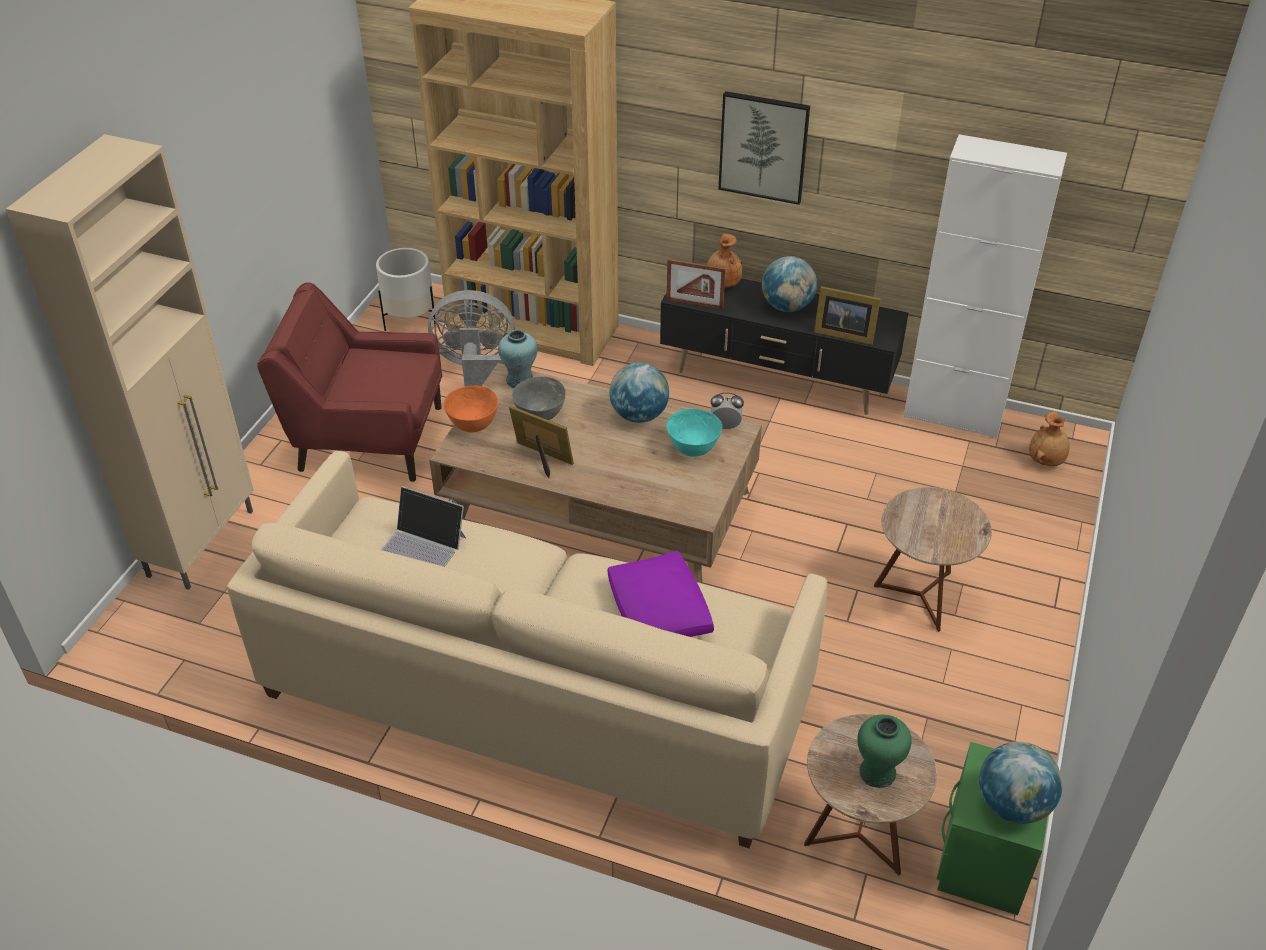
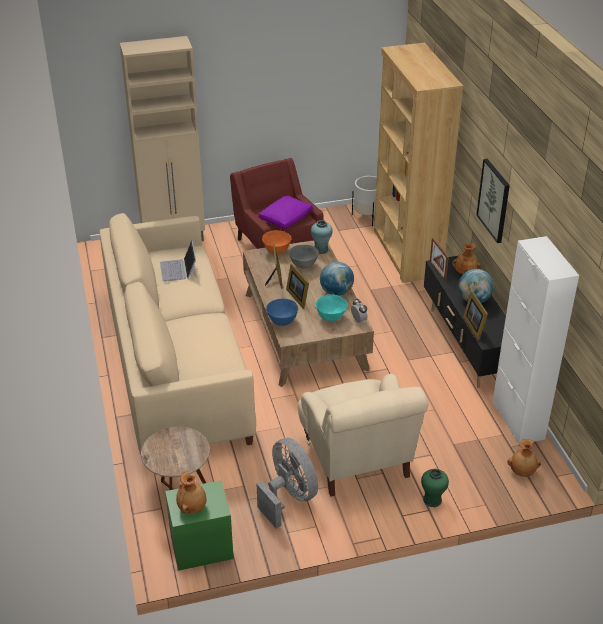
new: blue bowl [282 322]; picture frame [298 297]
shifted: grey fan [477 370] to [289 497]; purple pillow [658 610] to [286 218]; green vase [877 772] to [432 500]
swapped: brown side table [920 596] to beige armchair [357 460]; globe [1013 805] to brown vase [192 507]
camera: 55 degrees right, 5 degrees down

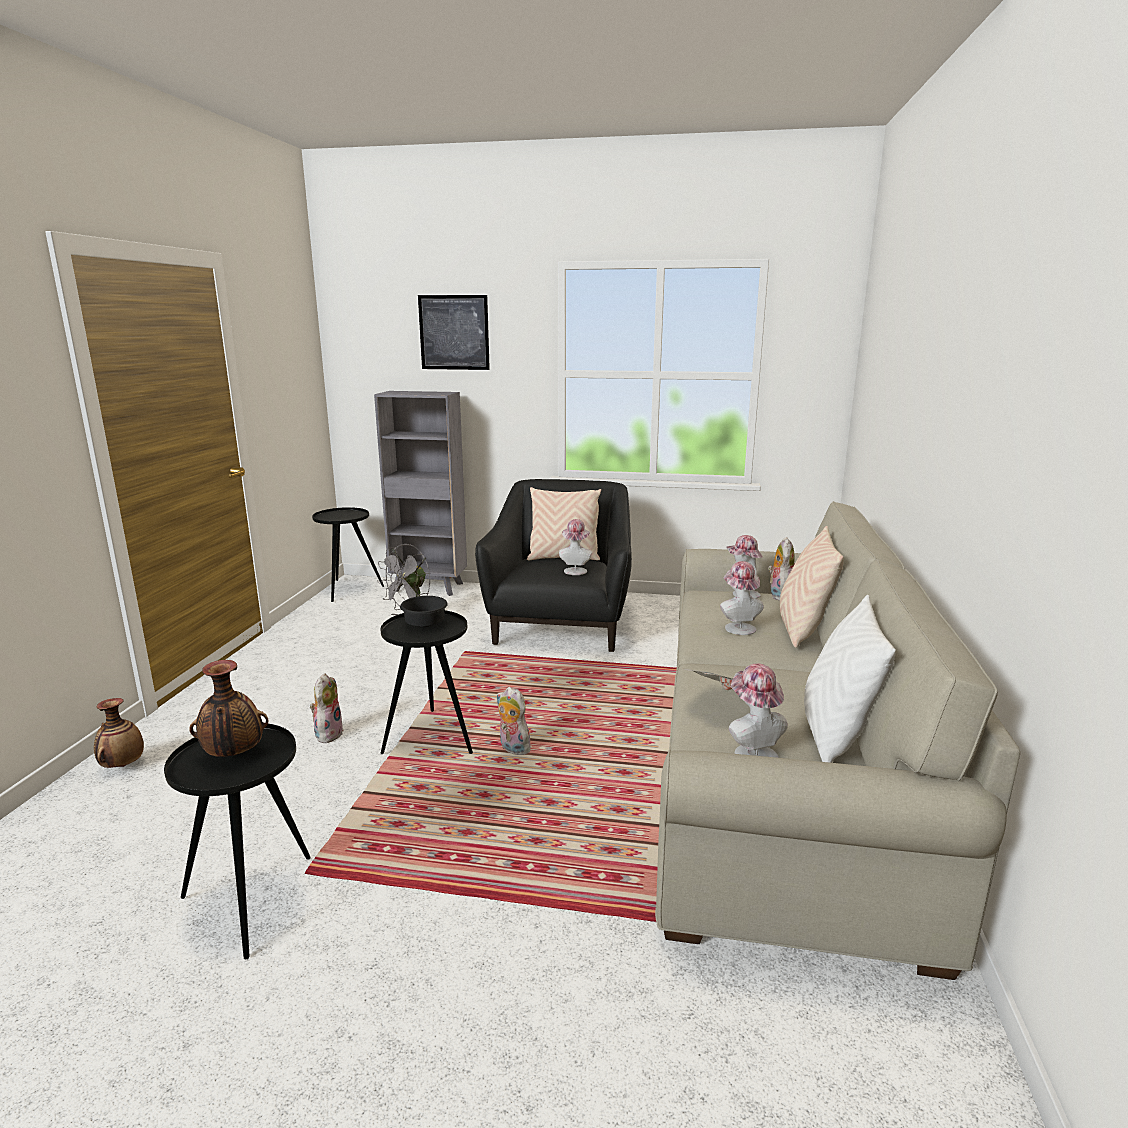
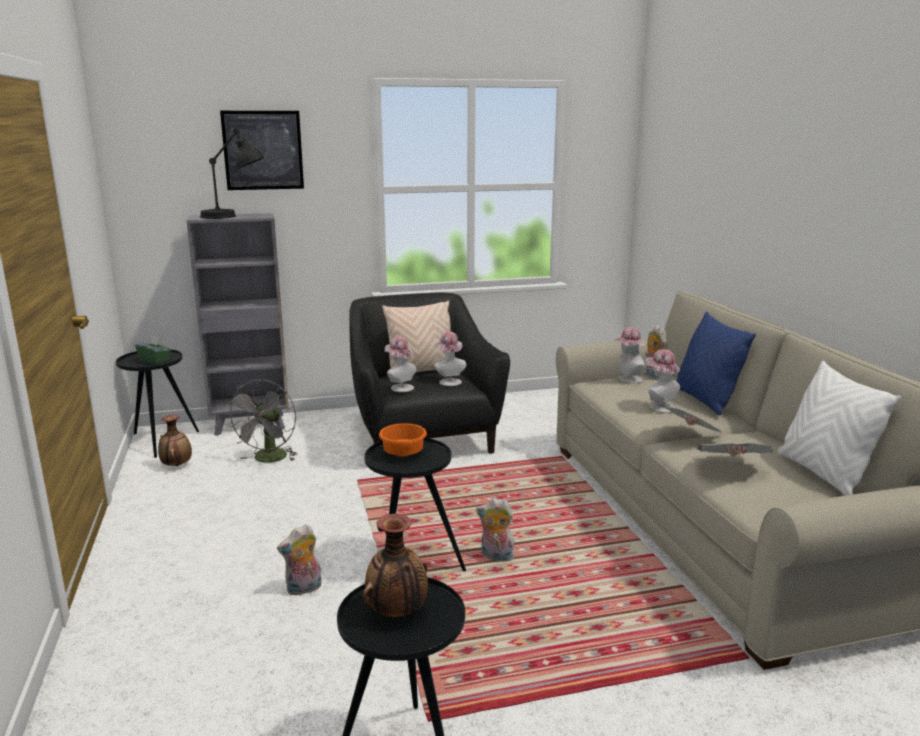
new: green tissue box [155 361]; black table lamp [234 216]; newspaper [691 436]
shifted: vase [122 765] to [176 465]; hat [752 753] to [400 387]
repainted: black bowl [426 624] to orange bowl [404 453]; beige pillow [802 629] to blue pillow [705 400]
rotated: plush toy [328 733] = [304 589] 105 degrees counterclockwise
camera: 25 degrees left, 0 degrees up

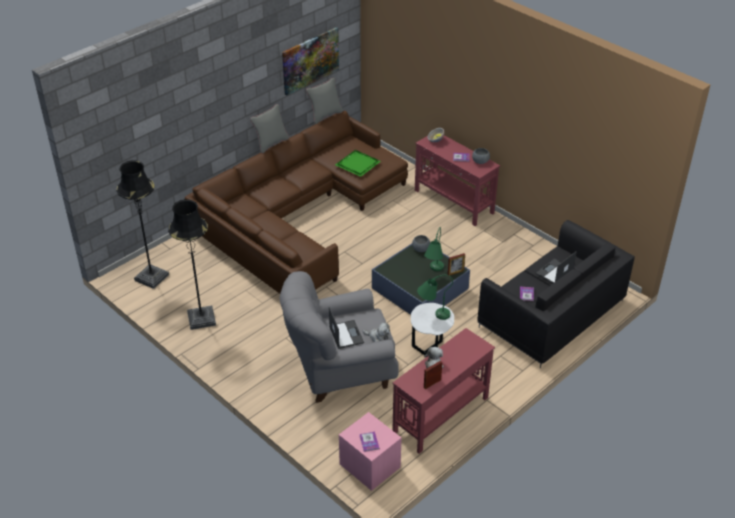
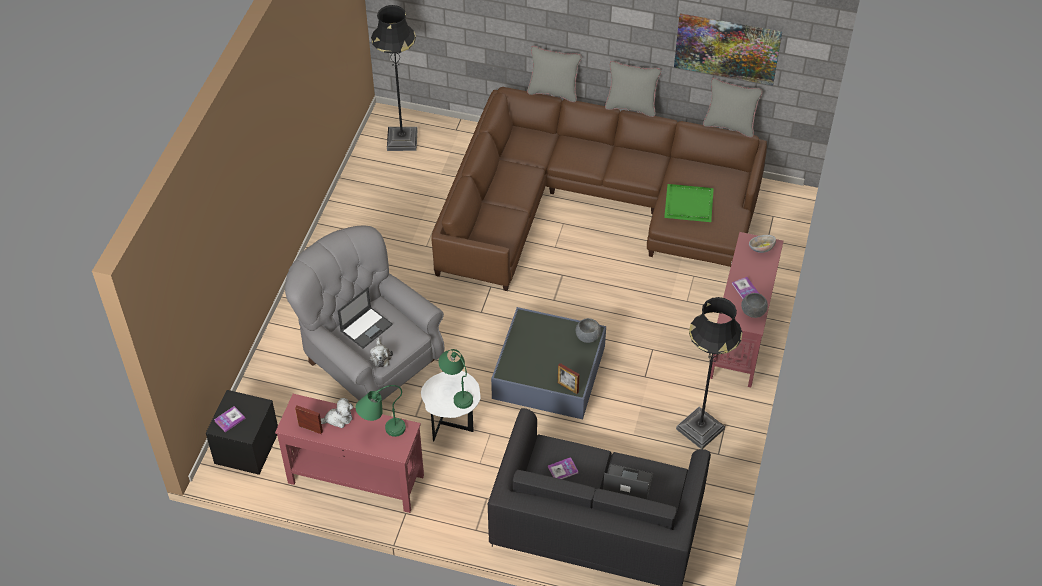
new: grey pillow [553 92]
shifted: black floor lamp [201 319] to [700 429]; green table lamp [434 272] to [381 430]
repainted: pink nightstand [370 466] to black nightstand [247 448]
camera: 60 degrees right, 10 degrees up

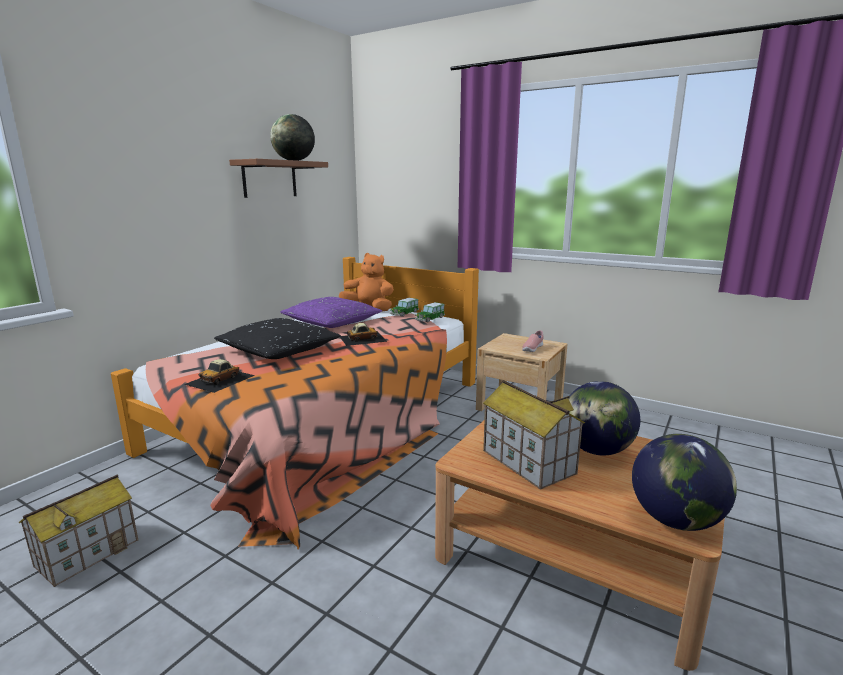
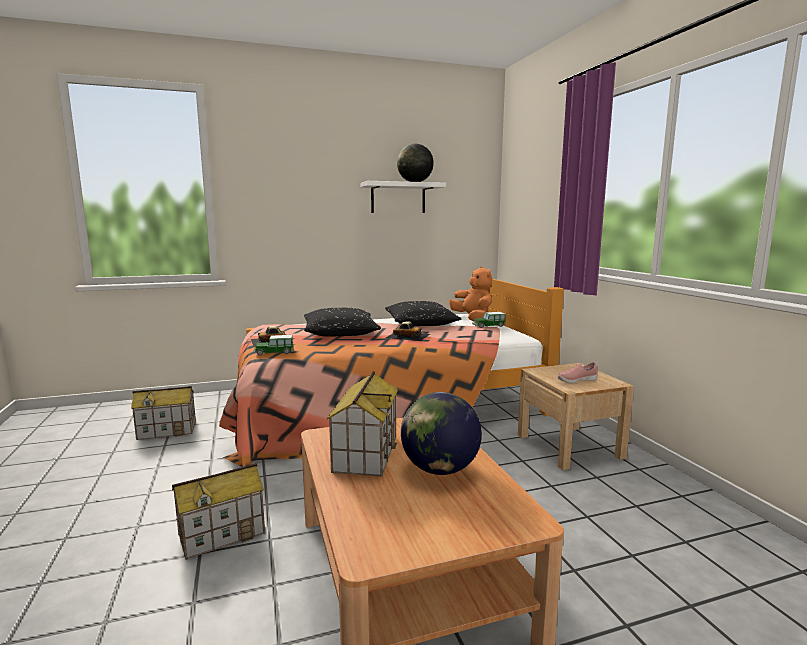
gone: globe [675 520]
new: toy house [222 533]
shifted: toy car [430 319] to [273 353]
repainted: brown shelf [269 179] to white shelf [398 198]; purple pillow [331 322] to black pillow [420 323]
camera: 40 degrees right, 5 degrees down

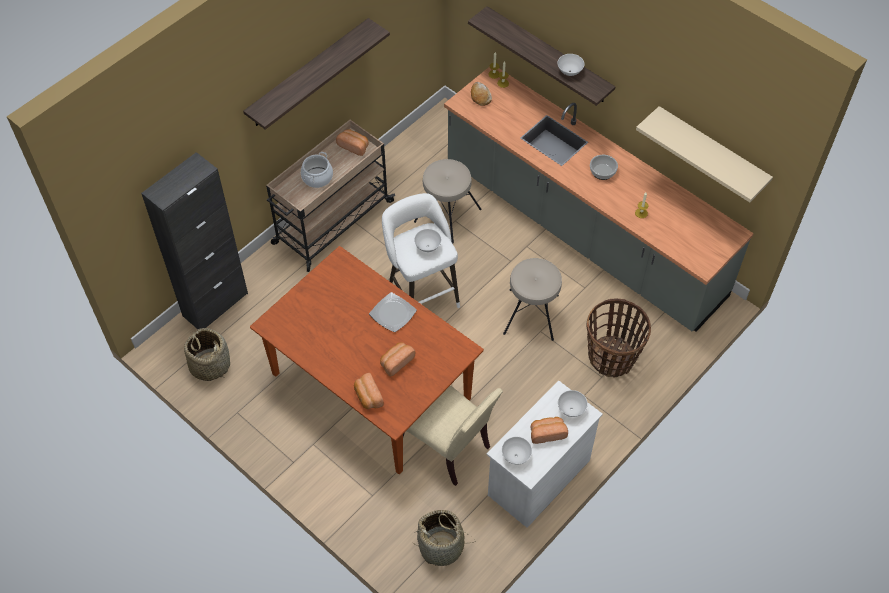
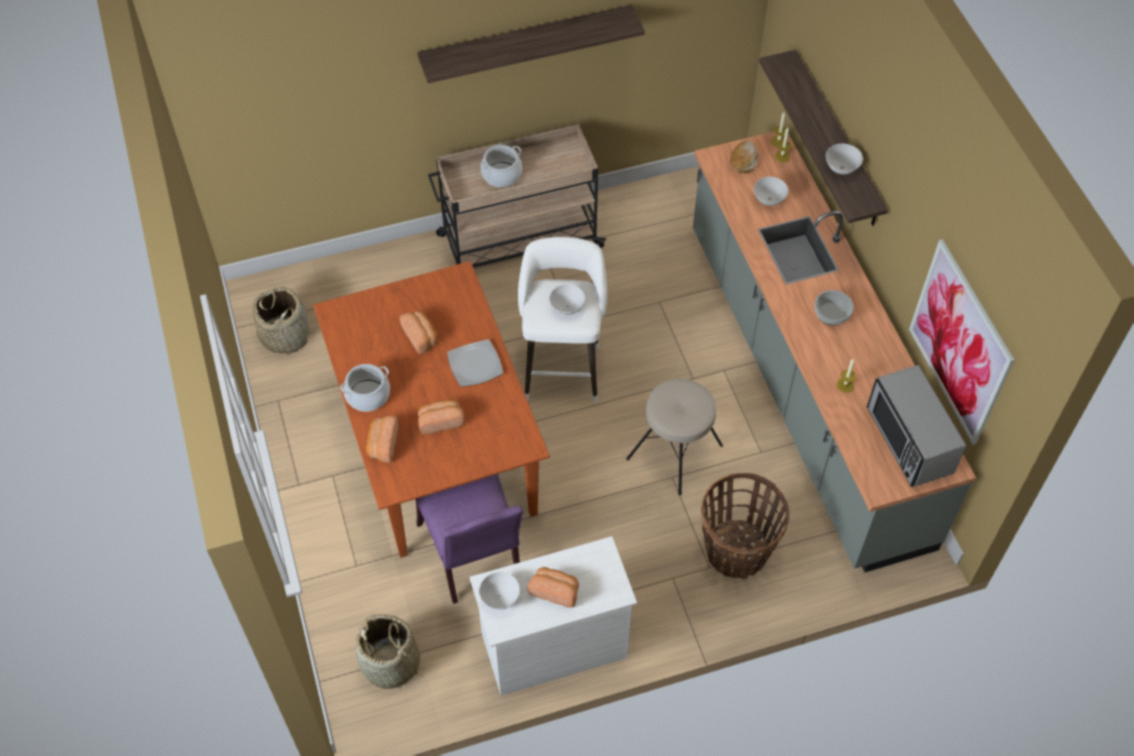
gone: black cabinet [215 304]; beige stool [447 215]
new: cooking pot [367 395]; microwave [909 440]
shifted: bread [354 146] to [421 337]; white bowl [571 410] to [769 200]
swapped: beige shelf [712 151] to picture [959 343]
repainted: beige chair [447 447] to purple chair [474 555]
camera: 30 degrees right, 0 degrees up

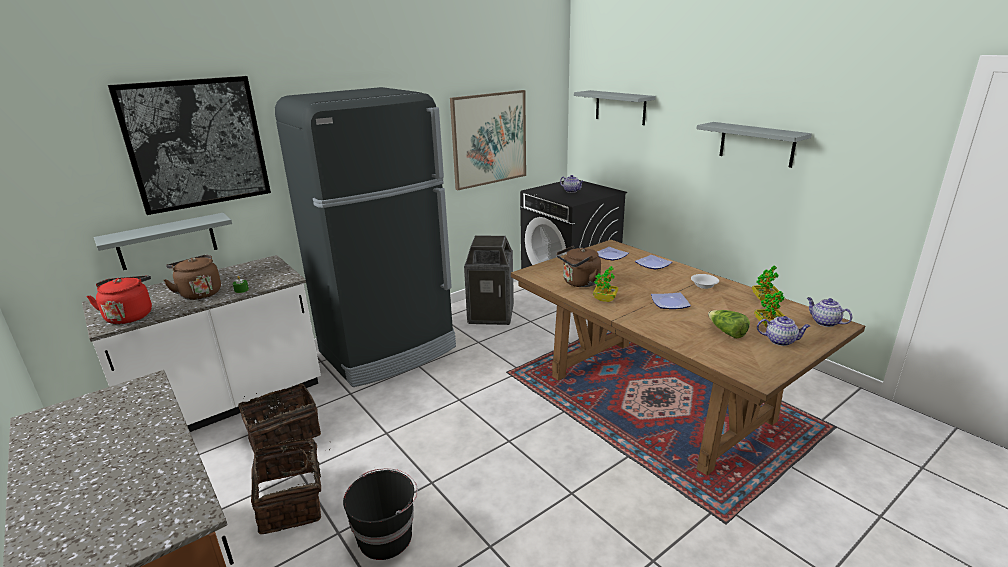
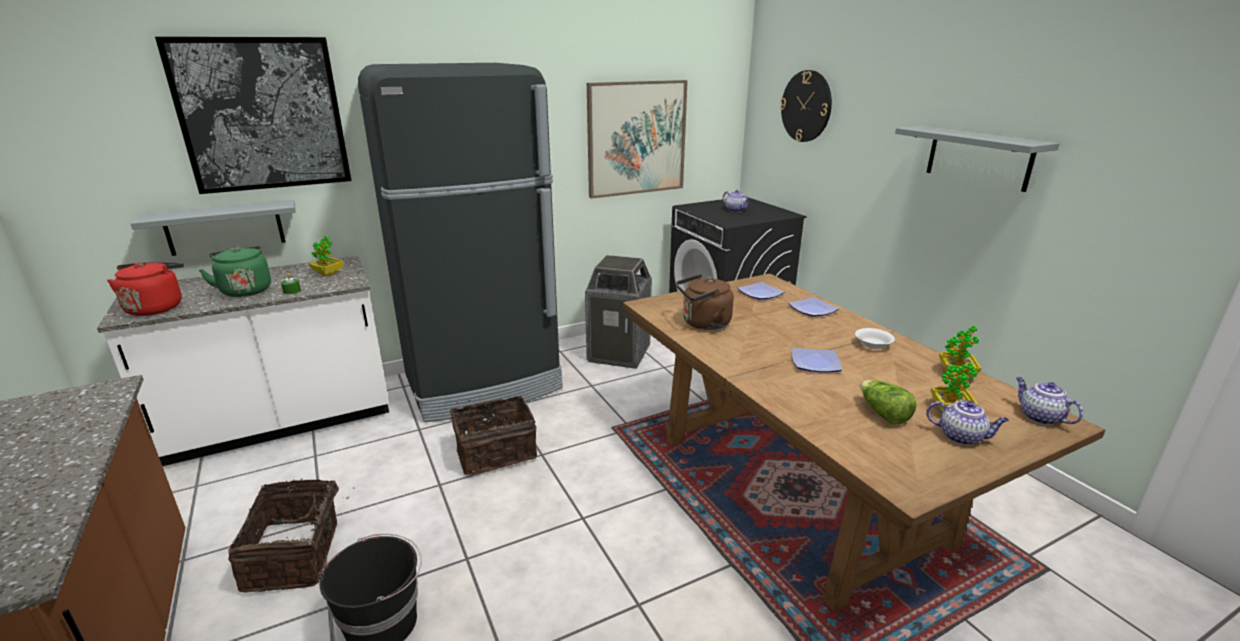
shifted: basket [284 435] to [495 452]; potted plant [605 299] to [328 273]
swapped: grey shelf [620 107] to wall clock [806 106]
repainted: brown kettle [199 293] to green kettle [245 290]
camera: 10 degrees right, 0 degrees up

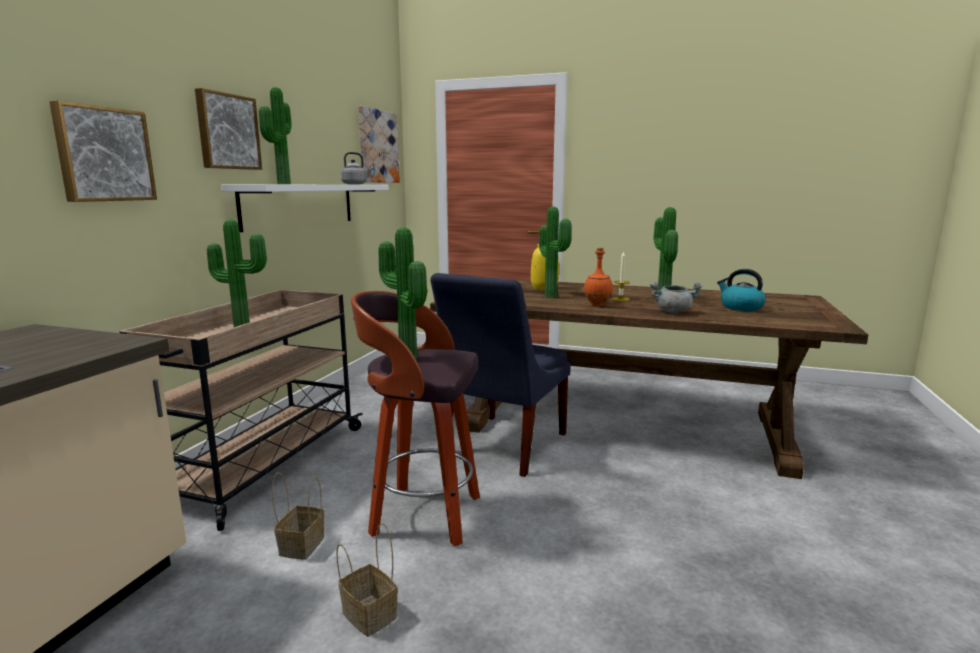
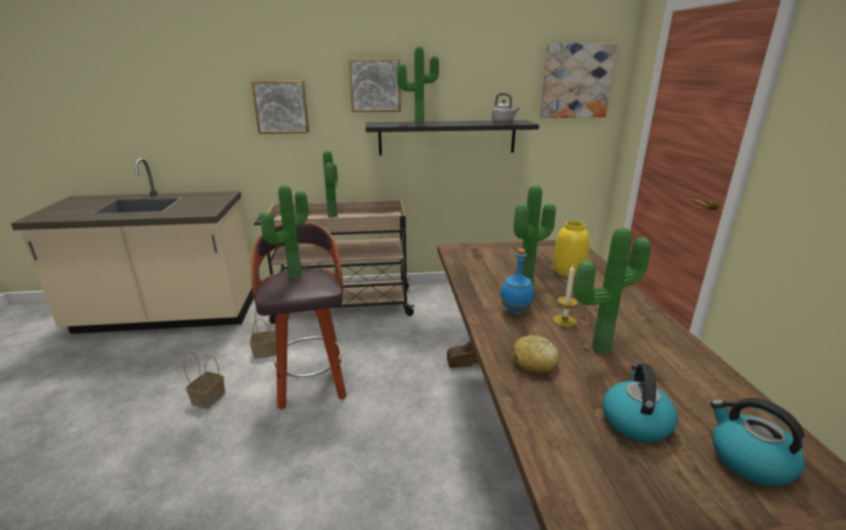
gone: blue chair [501 446]
new: kettle [749 460]
swapped: grey cooking pot [673 311] to bread [534 363]
repainted: white shelf [300 205] to black shelf [447 137]; orange bottle [597 304] to blue bottle [516 311]
camera: 65 degrees right, 10 degrees up

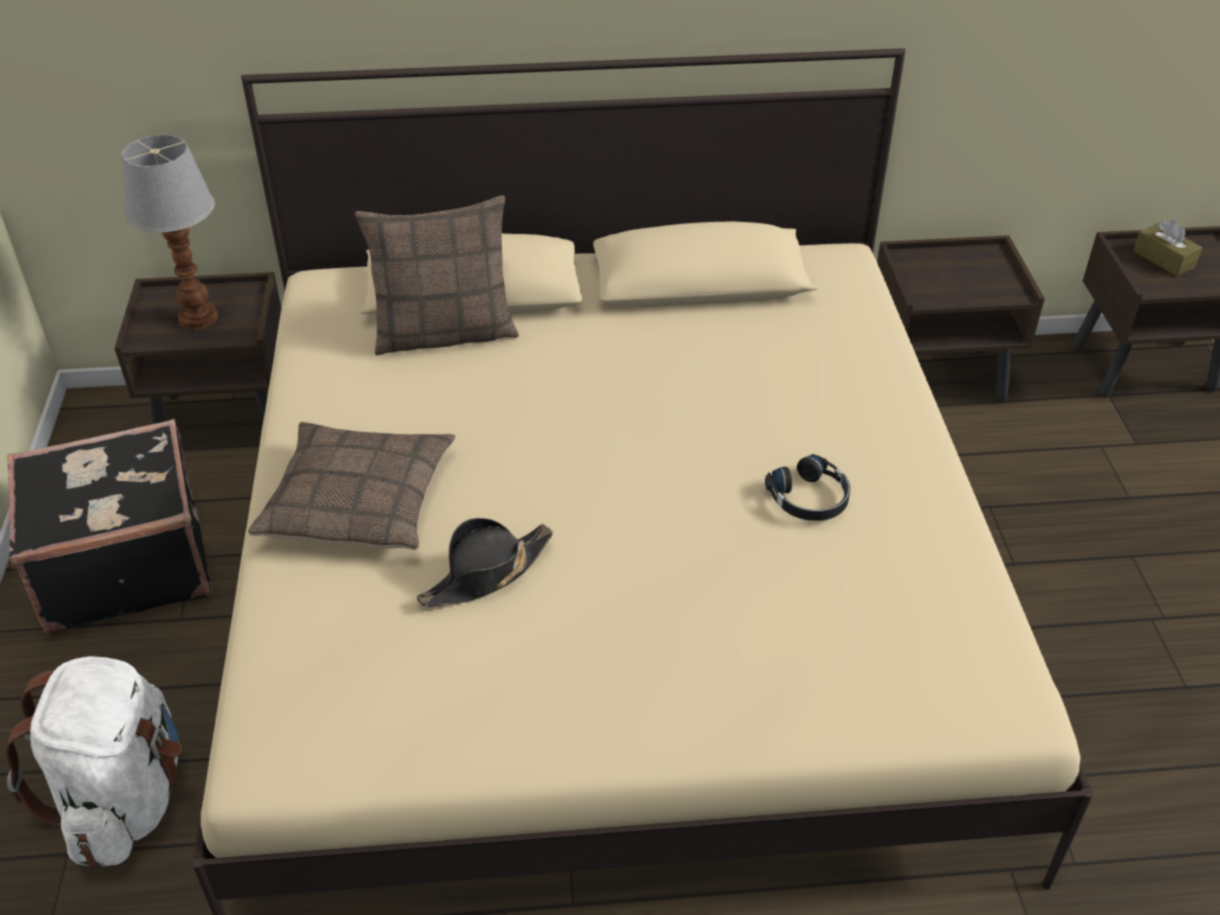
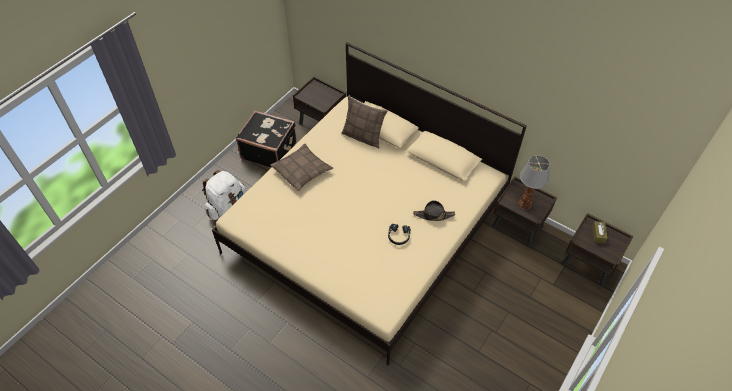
shifted: table lamp [200 318] to [525 204]; black hat [487 573] to [433 215]
camera: 40 degrees right, 10 degrees up

